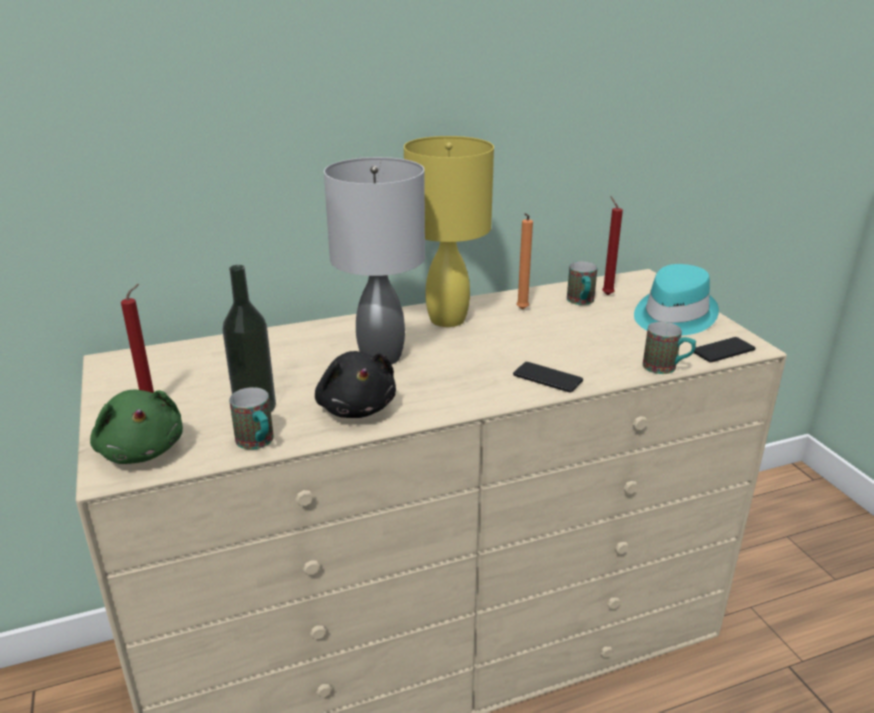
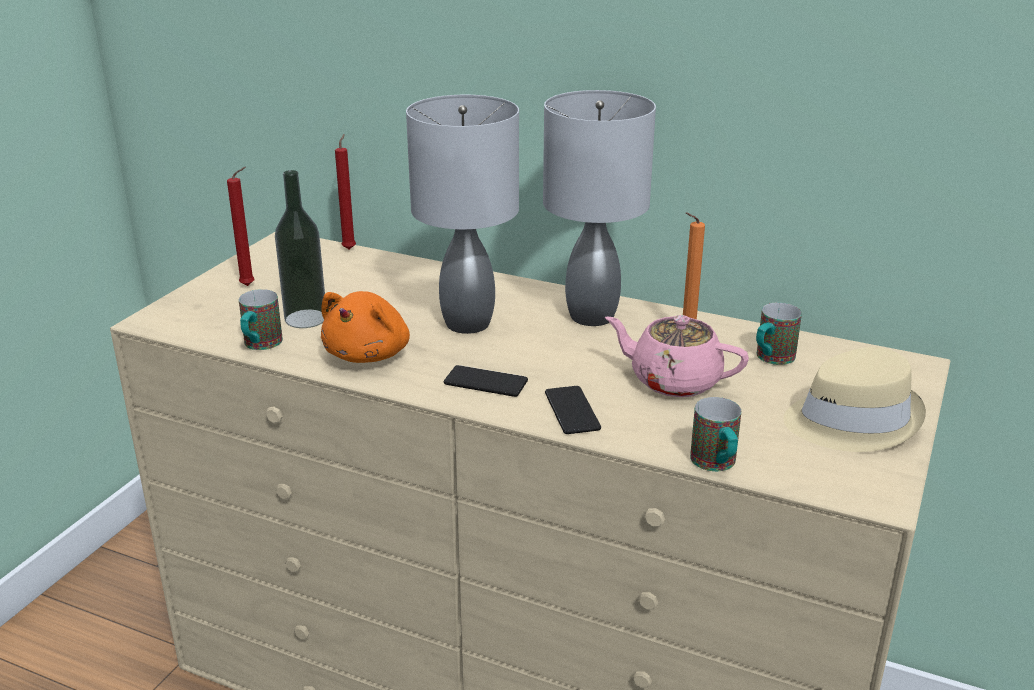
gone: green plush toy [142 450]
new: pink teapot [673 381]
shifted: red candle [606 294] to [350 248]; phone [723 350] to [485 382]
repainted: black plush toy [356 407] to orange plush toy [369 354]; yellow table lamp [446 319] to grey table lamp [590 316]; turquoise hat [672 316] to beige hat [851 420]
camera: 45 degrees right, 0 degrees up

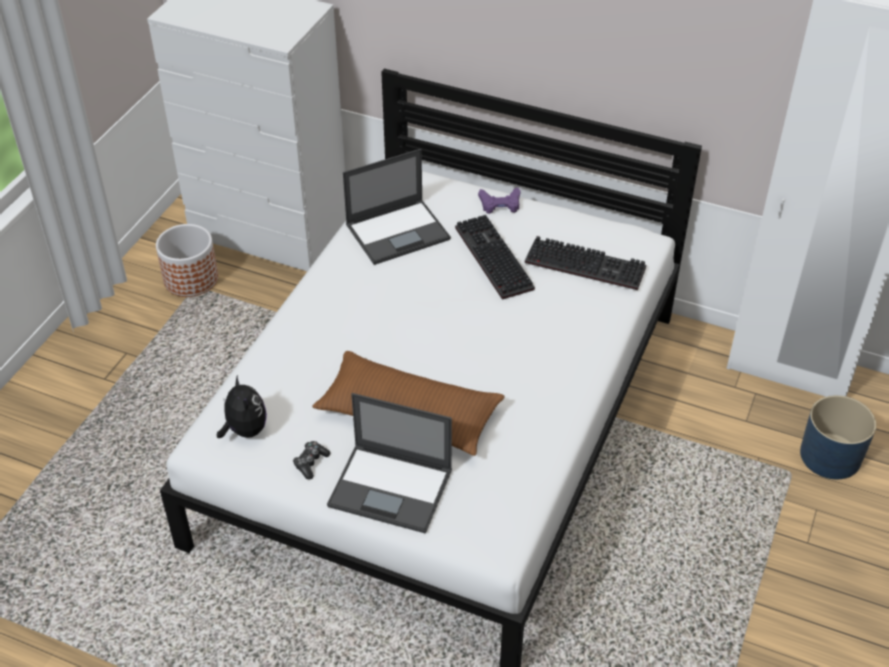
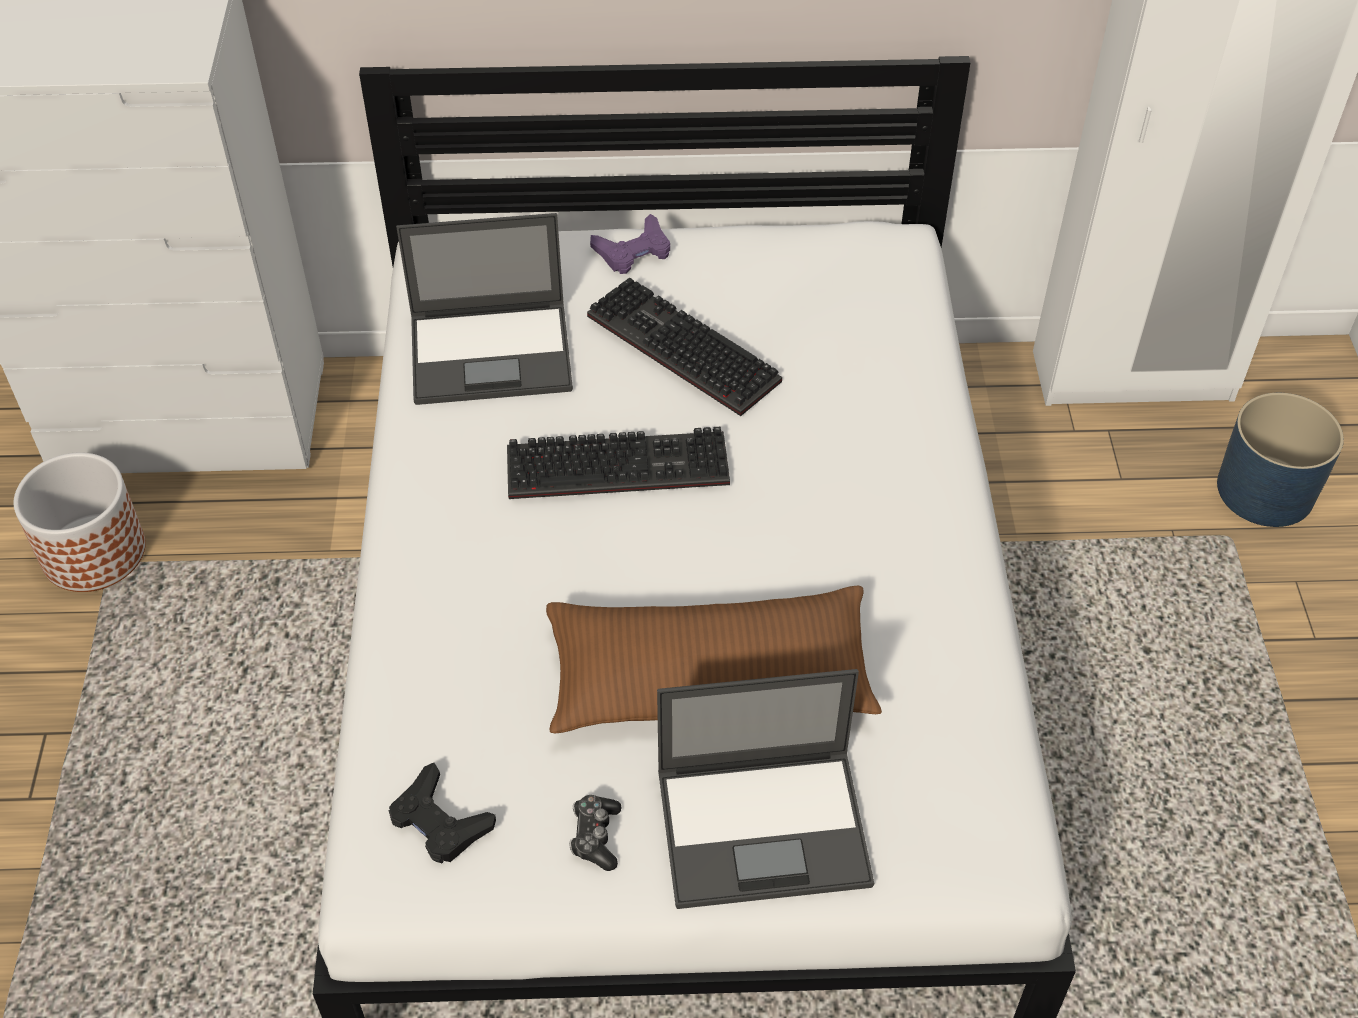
shifted: keyboard [587 264] to [621 464]
swapped: plush toy [244 430] to black game controller [439 821]
rotated: laptop [398 231] = [493 353] 45 degrees clockwise
camera: 25 degrees left, 5 degrees up

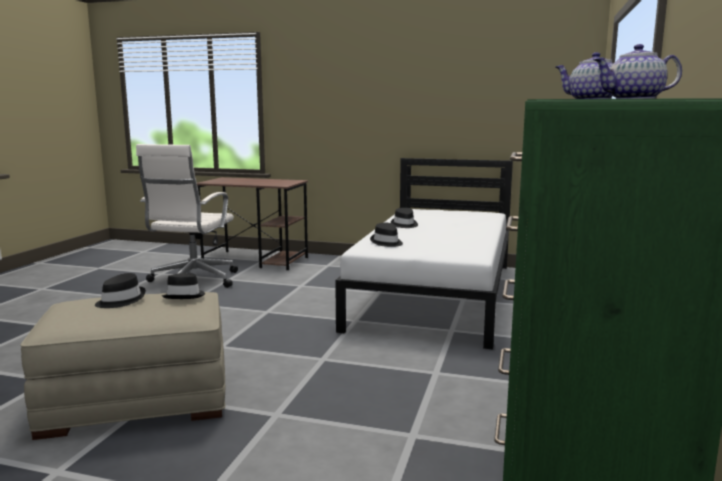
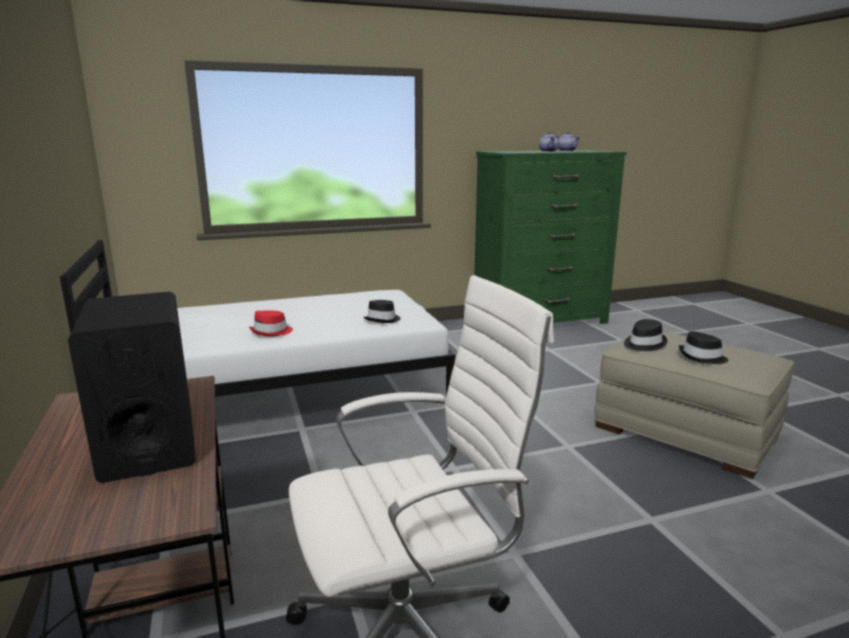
new: black speaker [148 445]
repainted: black hat [404 225] to red hat [272 332]
camera: 125 degrees left, 5 degrees up

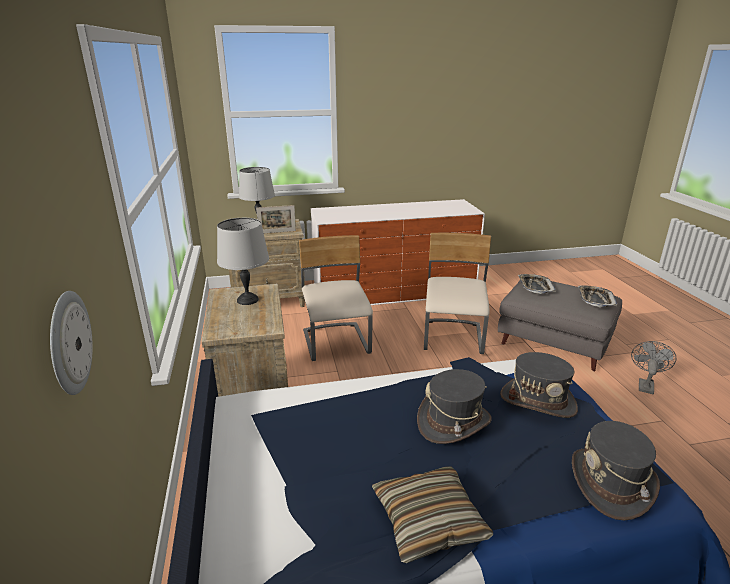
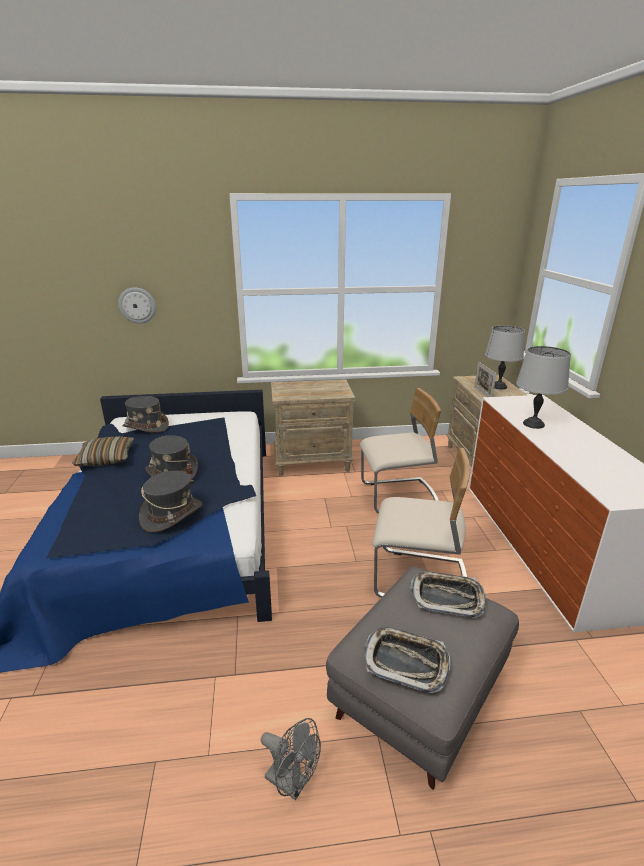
shifted: grey table lamp [247 300] to [534 424]; grey hat [611 484] to [146 427]
camera: 95 degrees right, 0 degrees up

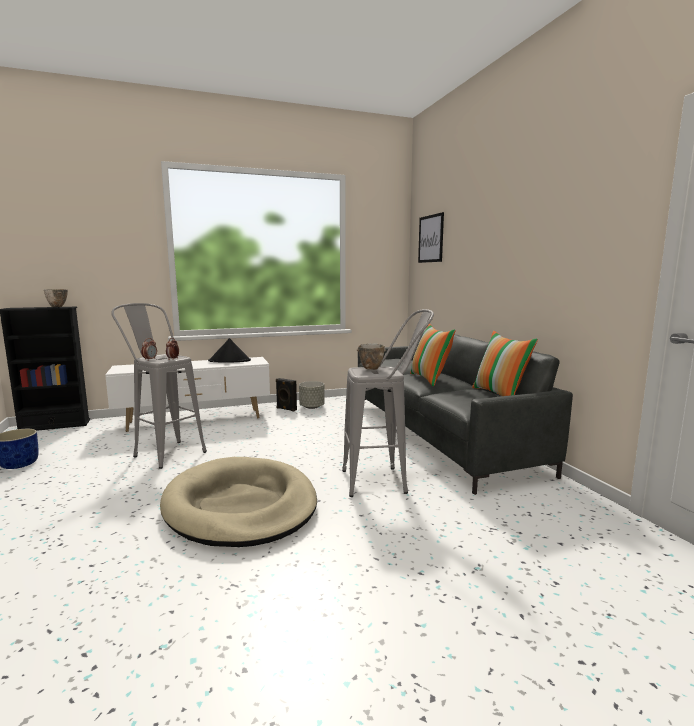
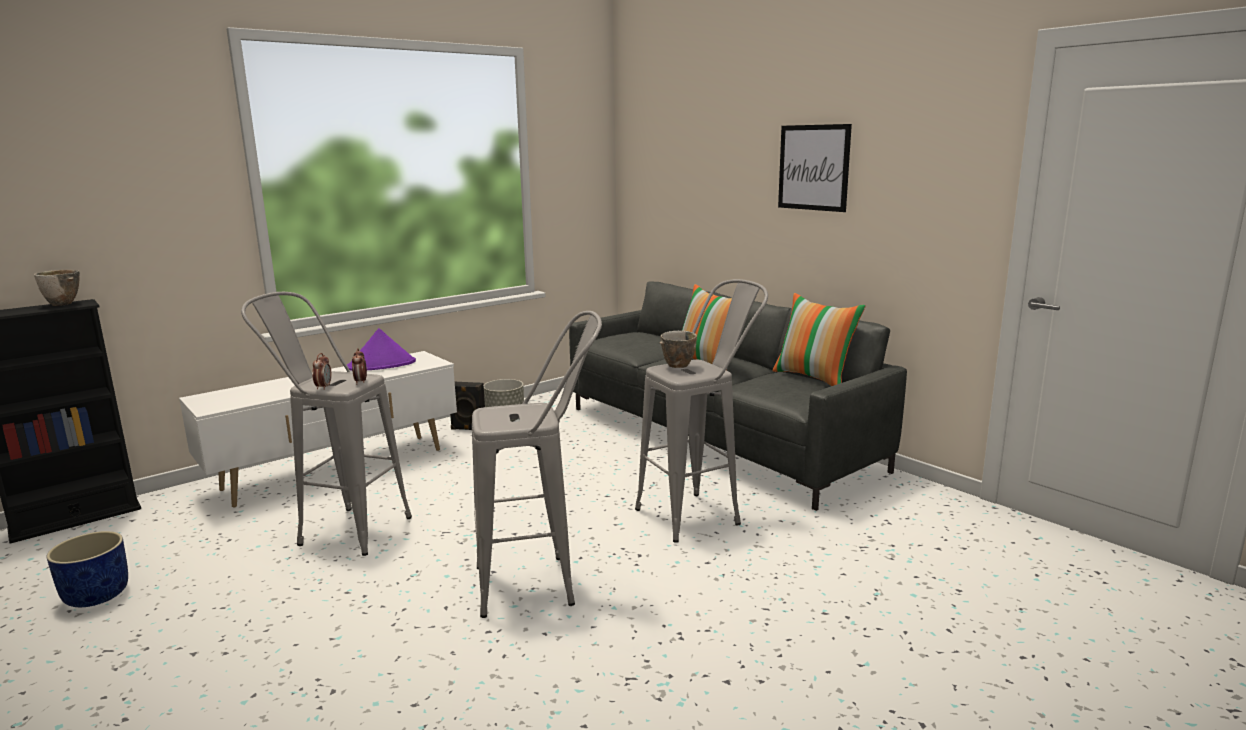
shifted: picture [431 238] to [813 167]
swapped: beige dog bed [241 506] to grey stool [543 583]
repainted: black hat [230 361] to purple hat [381 365]
camera: 20 degrees left, 5 degrees up

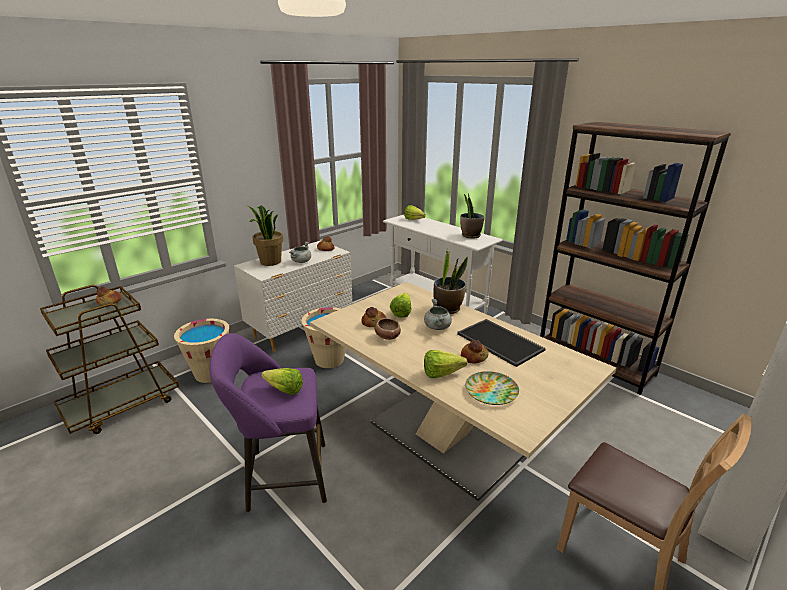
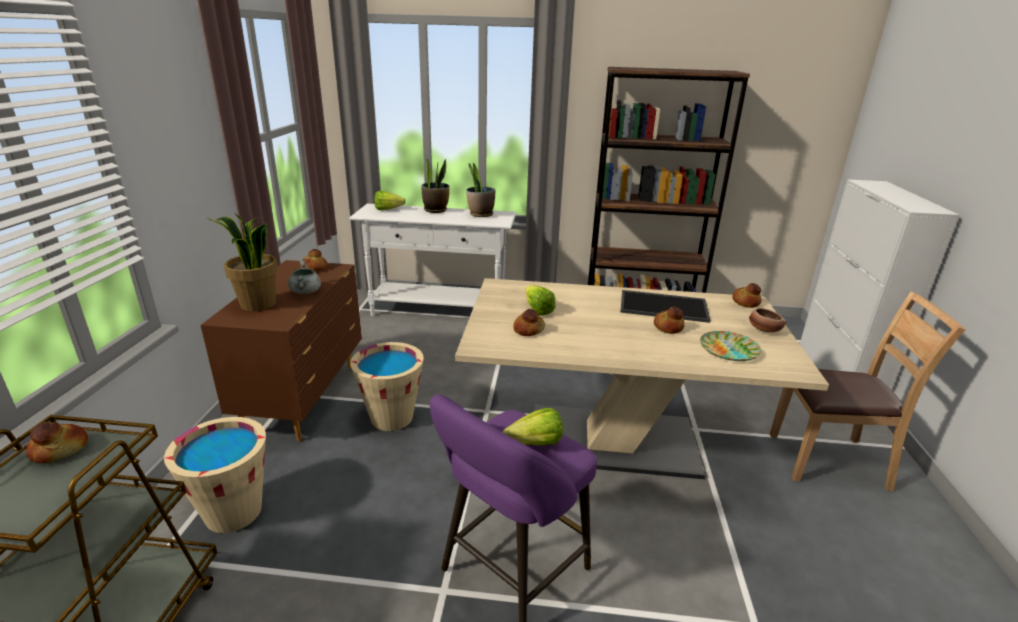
gone: grey cooking pot [438 327]; lettuce [445 374]
new: bread [746 302]
shifted: bowl [387 336] to [763 330]; potted plant [448 308] to [435 210]
repainted: white dresser [302 329] to brown dresser [305 397]
camera: 40 degrees left, 0 degrees up

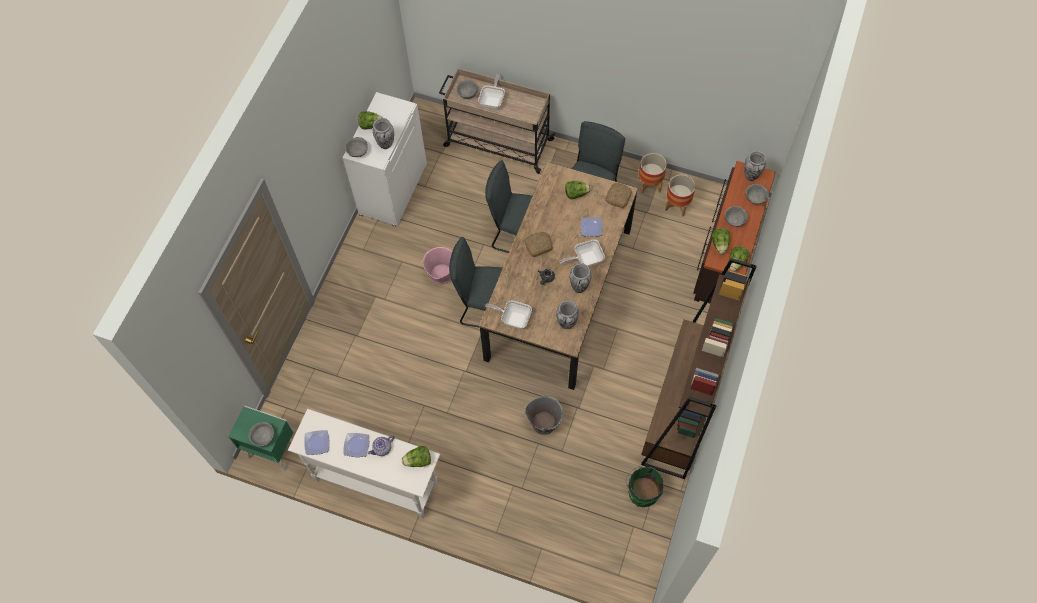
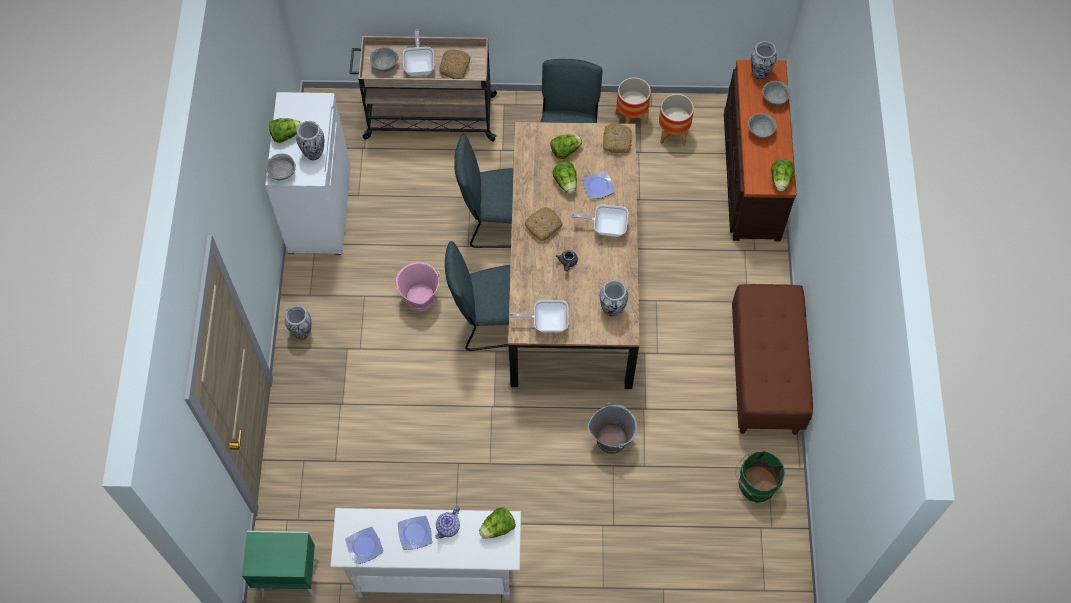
gone: grey bowl [264 438]
new: bread [455 67]
shifted: vase [579 287] to [302 332]; lettuce [720 244] to [566 183]
swapped: brown bookcase [681 409] to brown bench [765 373]
rotated: frying pan [585 259] = [605 226] 45 degrees clockwise
camera: 20 degrees left, 0 degrees up

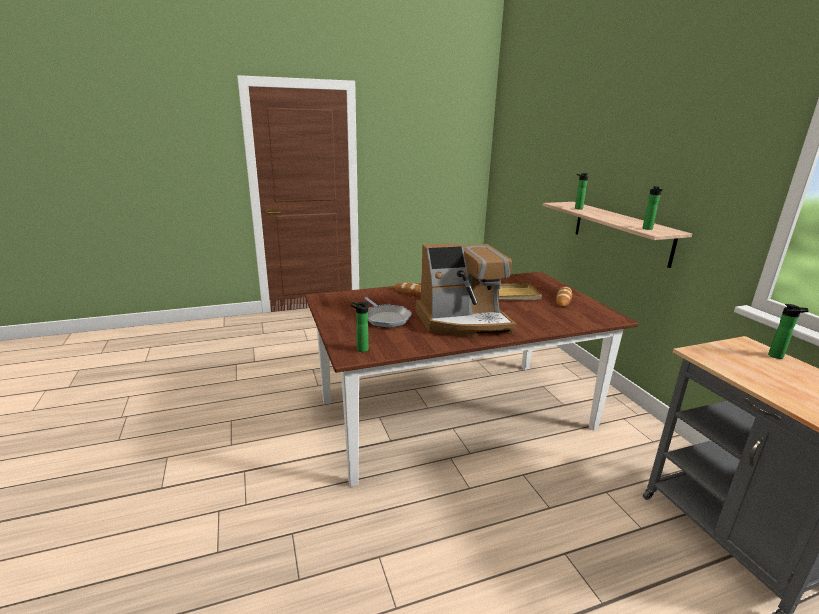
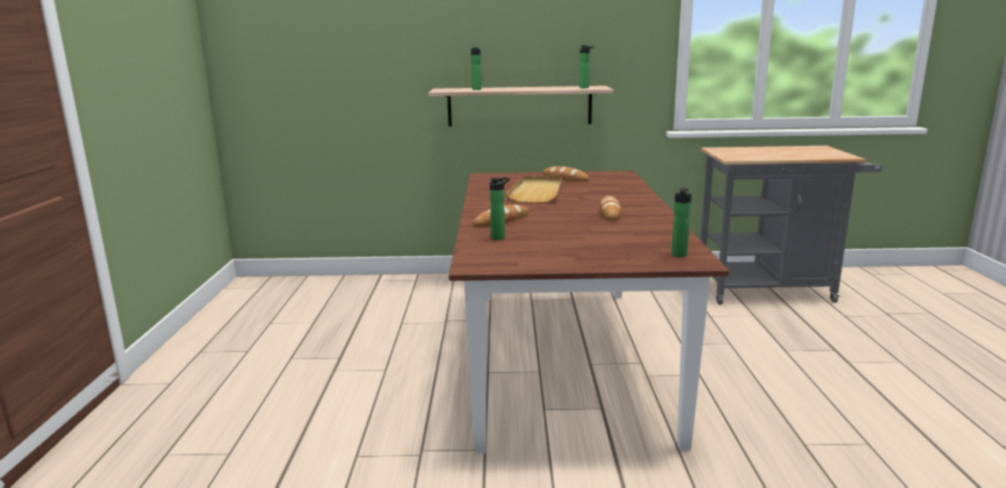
gone: frying pan [386 318]
shifted: bottle [778 356] to [499 237]
swapped: coffee machine [463 321] to bread [610 212]
camera: 70 degrees left, 5 degrees down

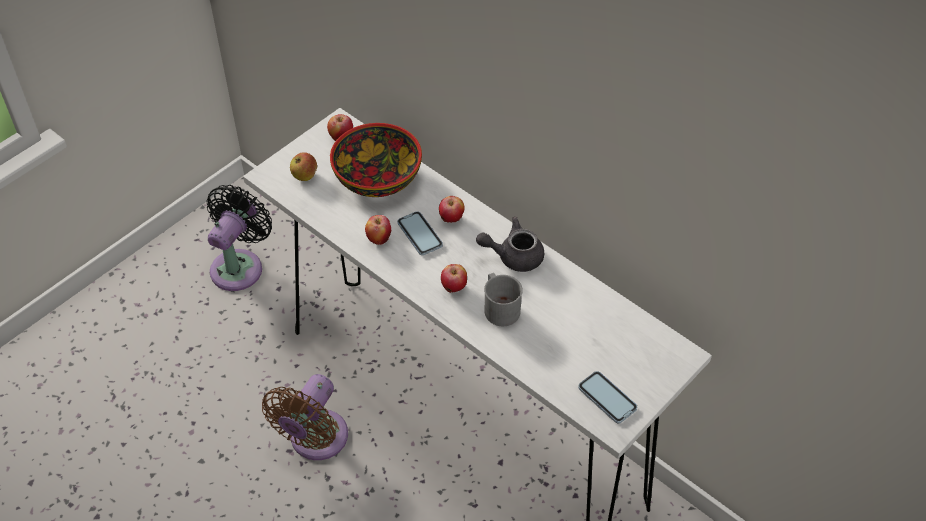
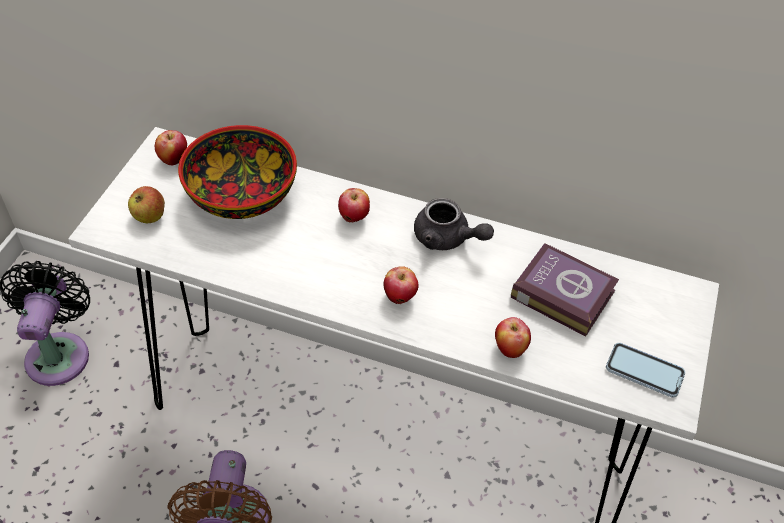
gone: phone [419 234]; grey mug [499 307]
new: book [561 292]
shifted: apple [379 239] to [509 349]
rotated: grey teapot [513 256] = [447 239] 120 degrees counterclockwise
camera: 25 degrees left, 0 degrees up

